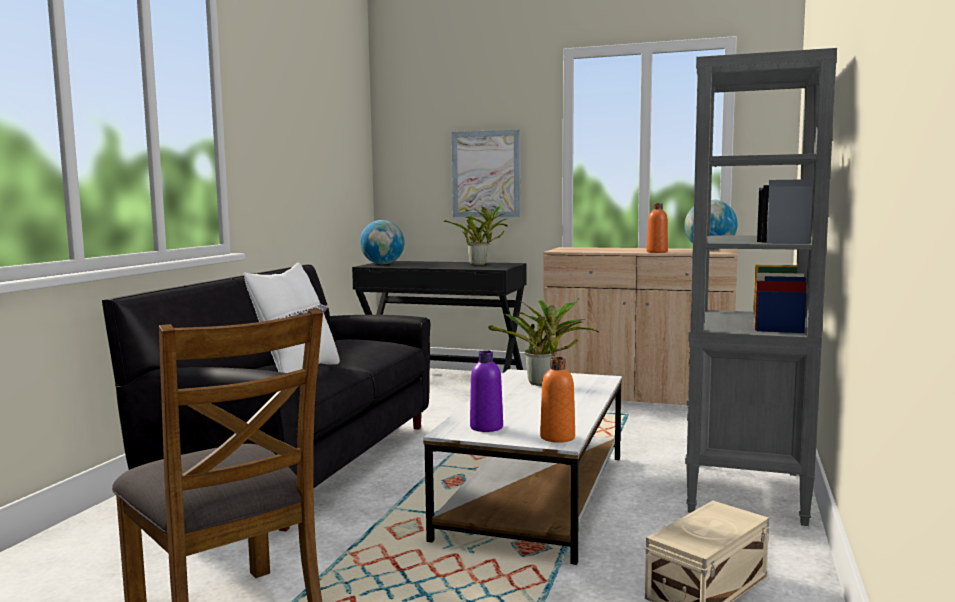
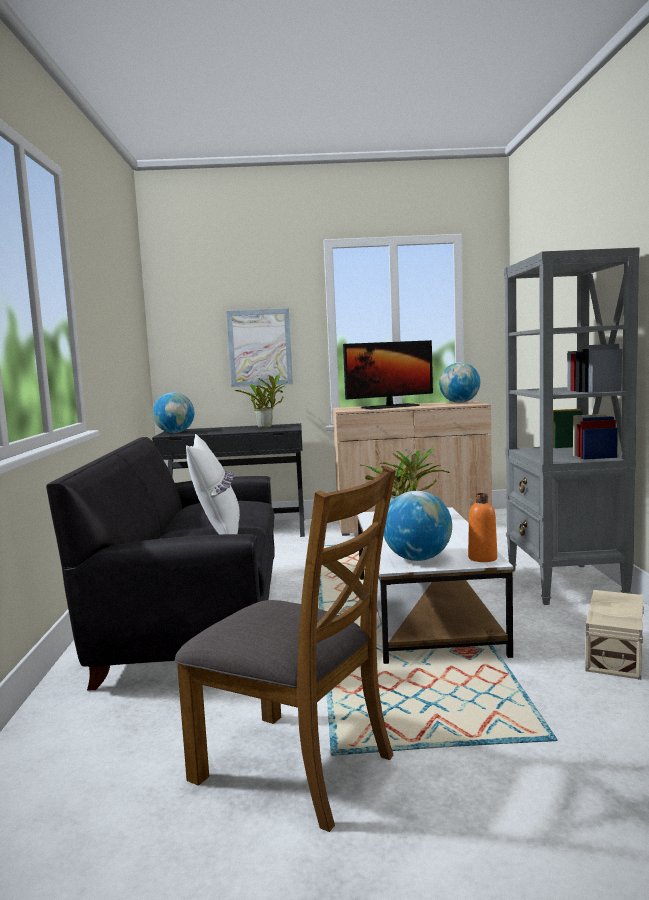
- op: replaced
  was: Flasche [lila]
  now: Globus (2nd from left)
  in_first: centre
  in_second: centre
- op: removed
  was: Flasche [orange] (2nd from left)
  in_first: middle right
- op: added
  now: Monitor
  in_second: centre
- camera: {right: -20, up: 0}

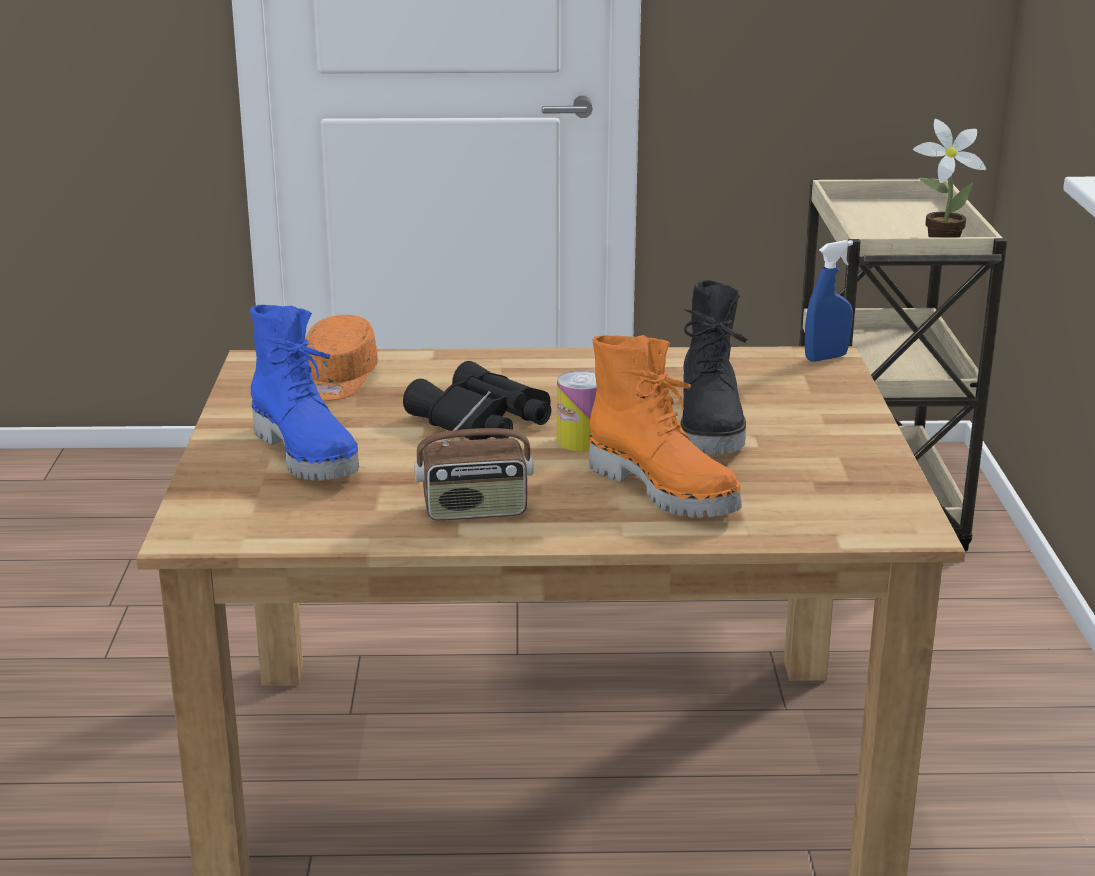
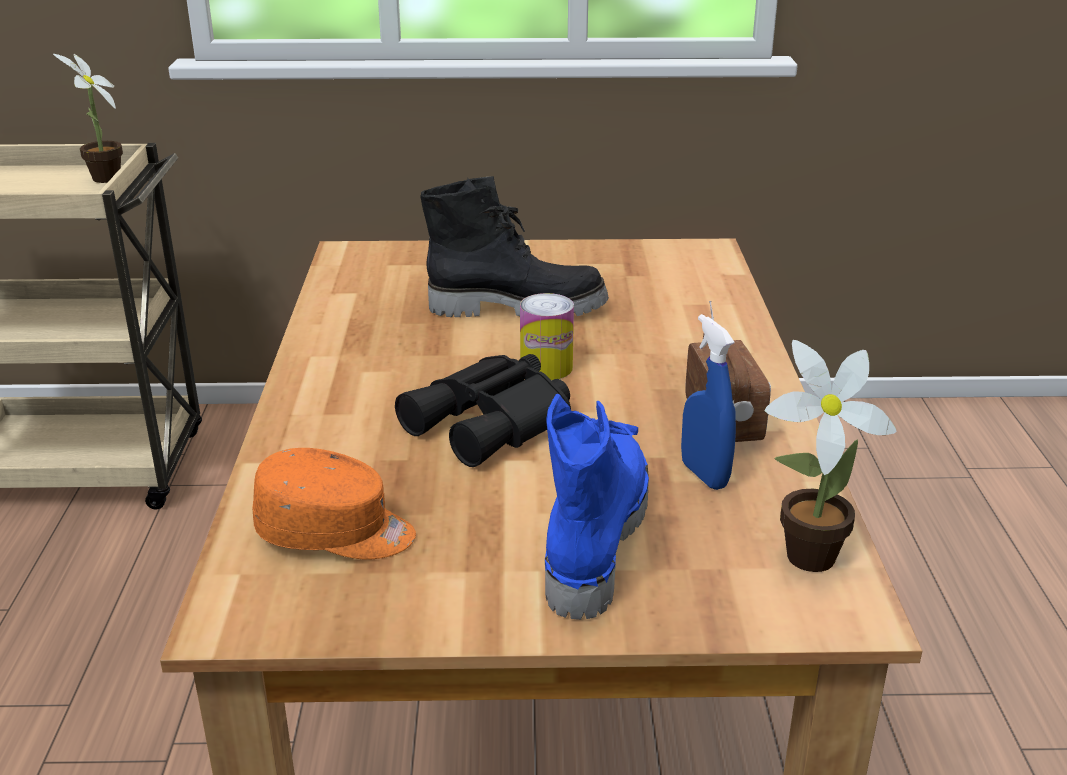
- op: turned
  was: Stiefel [blau]
  in_first: middle left
  in_second: centre
  clockwise: -45
- op: removed
  was: Stiefel [orange]
  in_first: centre
- op: moved
  was: Sprühflasche [blau]
  in_first: middle right
  in_second: centre
- op: added
  now: Topfpflanze (2nd from left)
  in_second: middle right
- camera: {right: -90, up: 5}

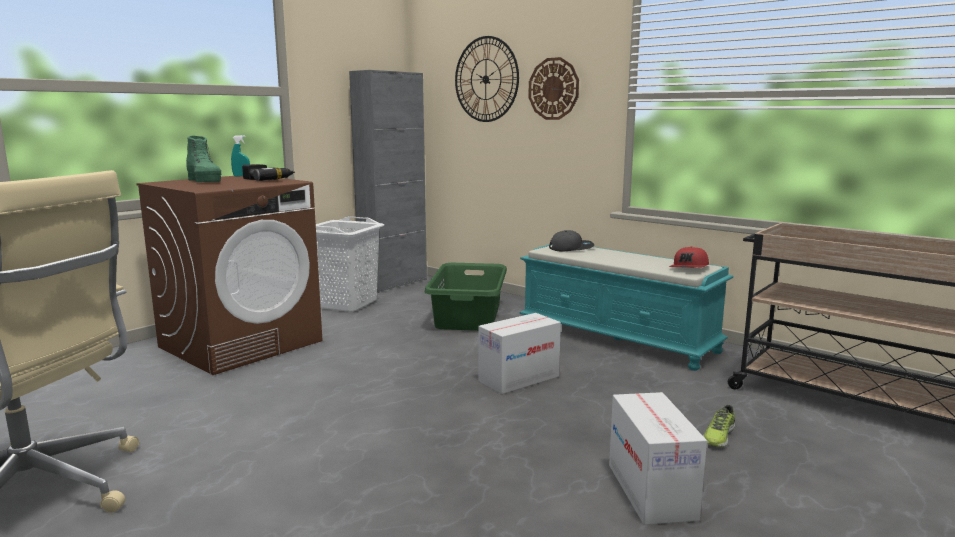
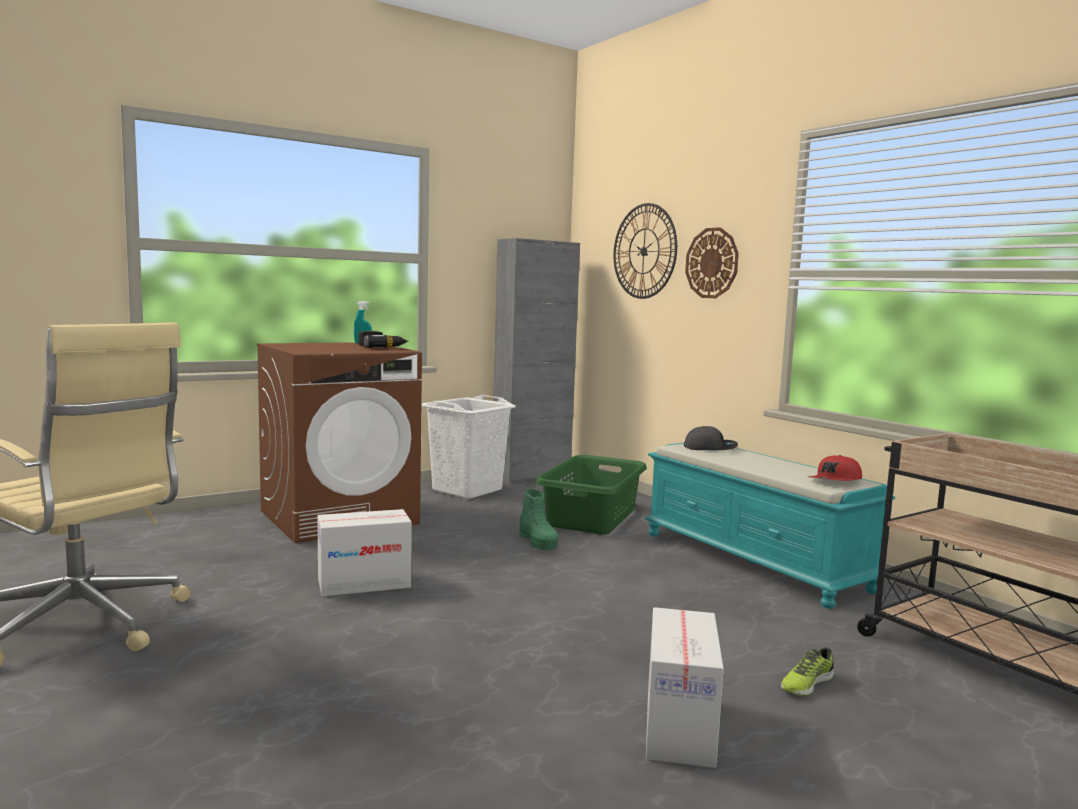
- op: moved
  was: Stiefel [grün]
  in_first: top left
  in_second: centre
- op: moved
  was: Karton (1st from left)
  in_first: centre
  in_second: bottom centre
- camera: {right: 15, up: -5}

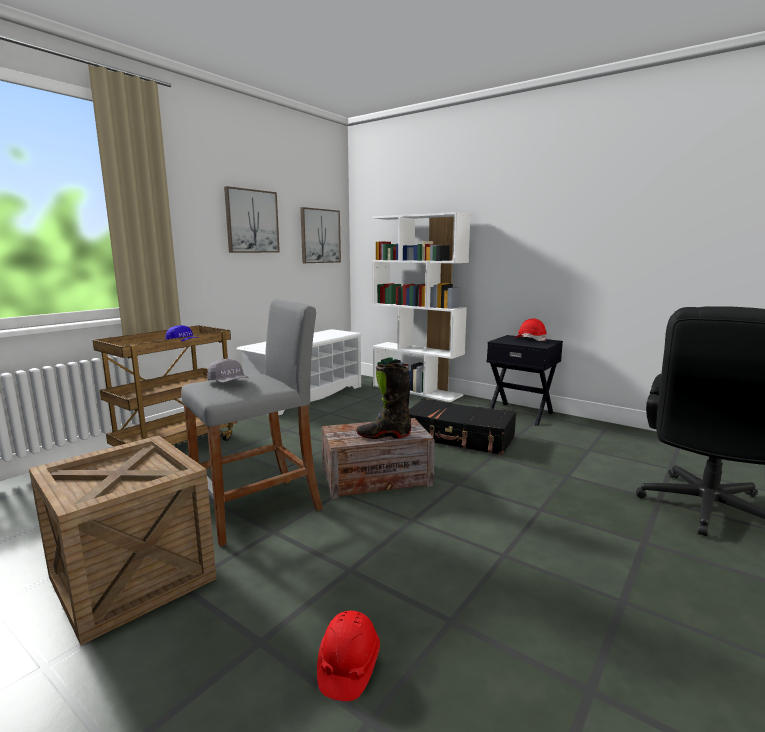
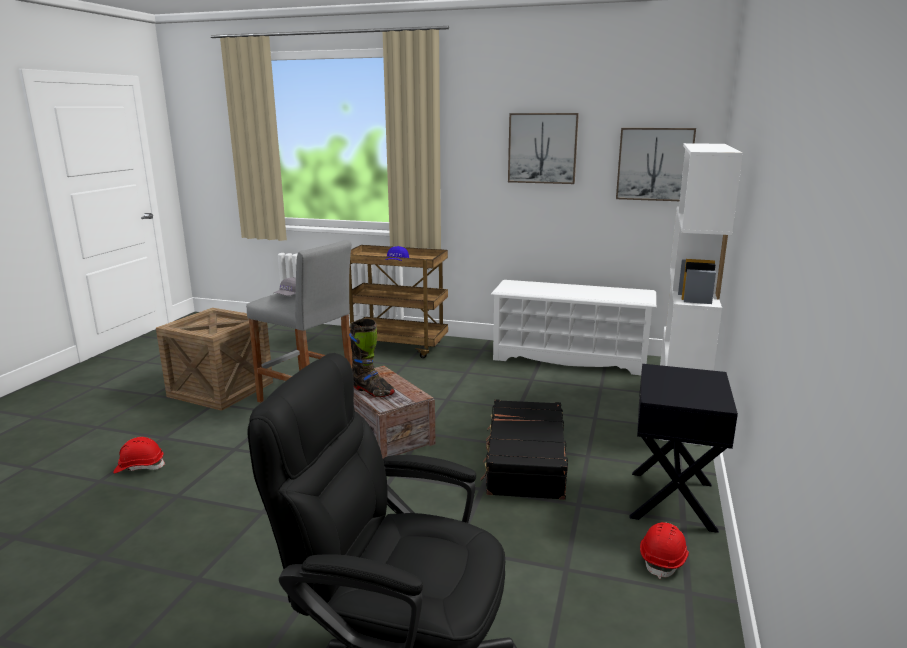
- op: turned
  was: Stiefel [schwarz]
  in_first: centre
  in_second: centre
  clockwise: 150
- op: moved
  was: Schutzhelm [rot] (2nd from left)
  in_first: middle right
  in_second: bottom right
- camera: {right: 70, up: 5}

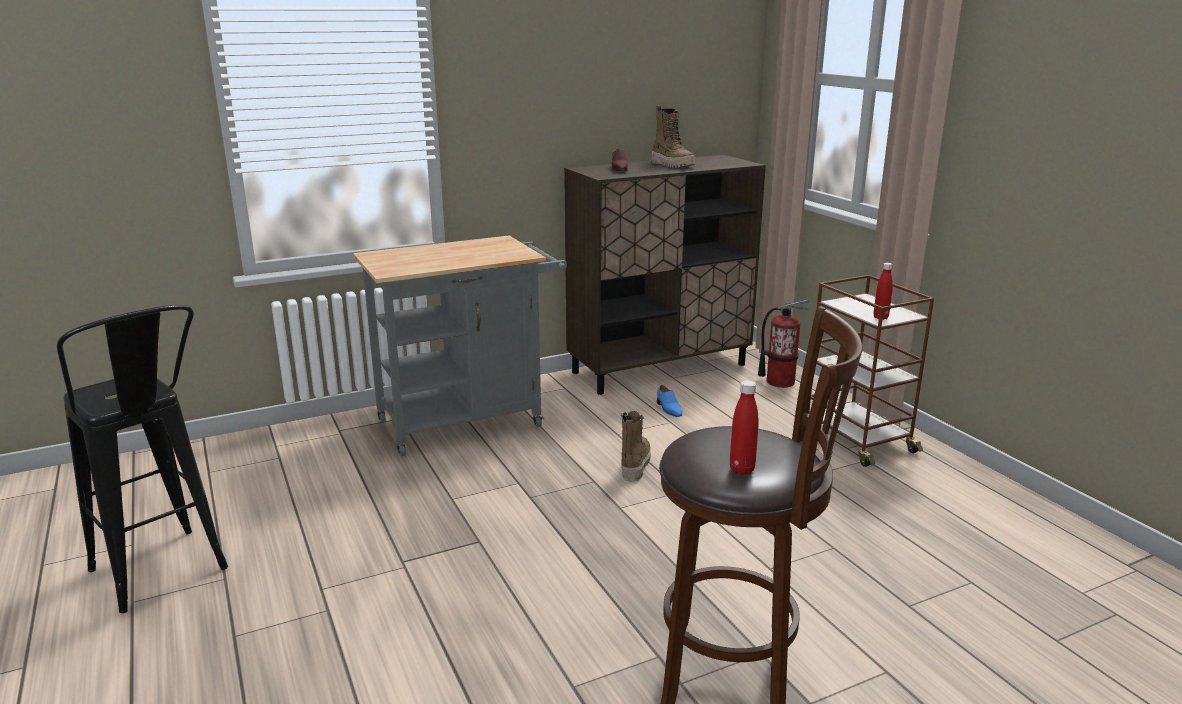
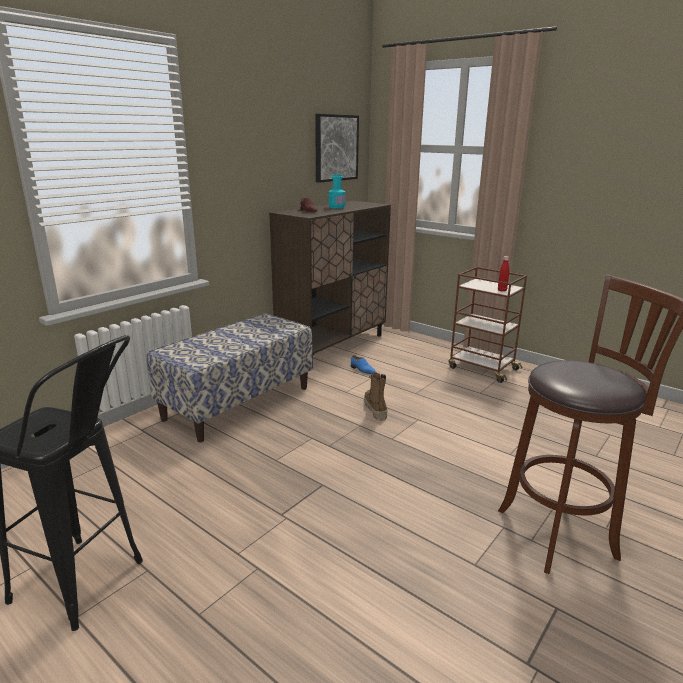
- op: replaced
  was: Rollwagen [grau]
  now: Bank
  in_first: centre
  in_second: centre
- op: replaced
  was: Stiefel (2nd from left)
  now: Flasche [türkis]
  in_first: top centre
  in_second: top centre
- op: removed
  was: Flasche [rot] (1st from left)
  in_first: centre
- op: removed
  was: Feuerlöscher
  in_first: centre
- op: added
  now: Bild
  in_second: top centre
- camera: {right: -25, up: 0}

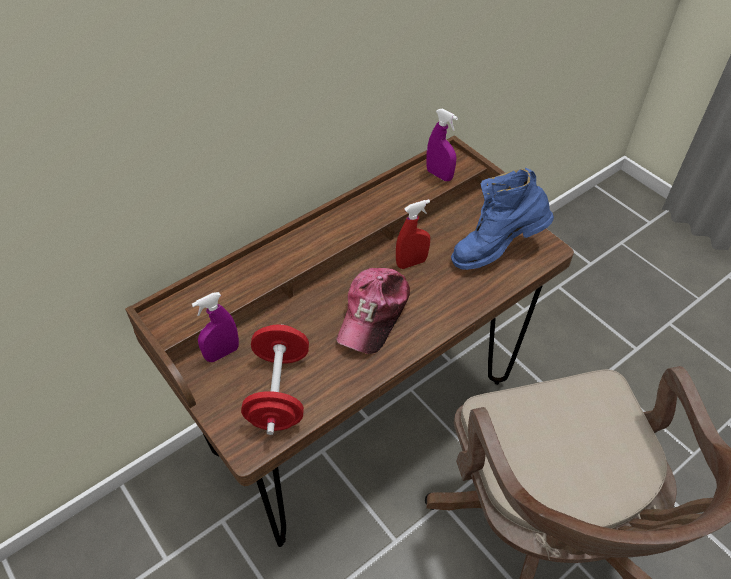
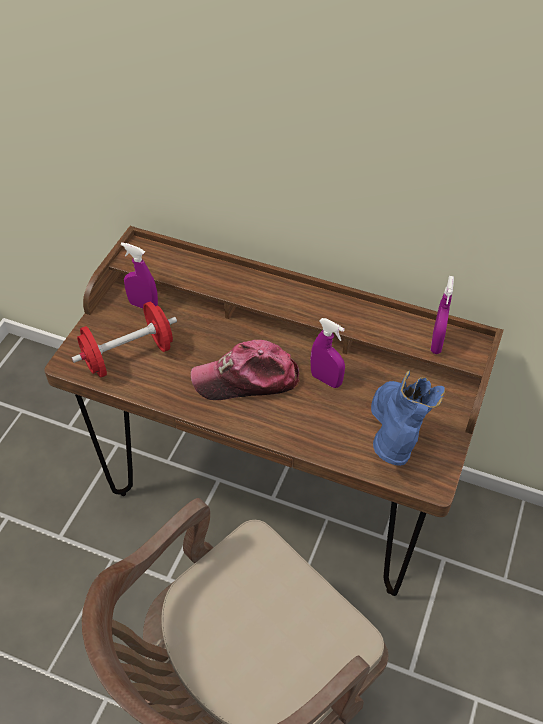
- op: recoloured
  was: Sprühflasche [rot]
  now: Sprühflasche [lila] (2nd from left)
  in_first: centre
  in_second: centre
- op: turned
  was: Stiefel [blau]
  in_first: middle right
  in_second: middle right
  clockwise: 60
- camera: {right: 60, up: 0}

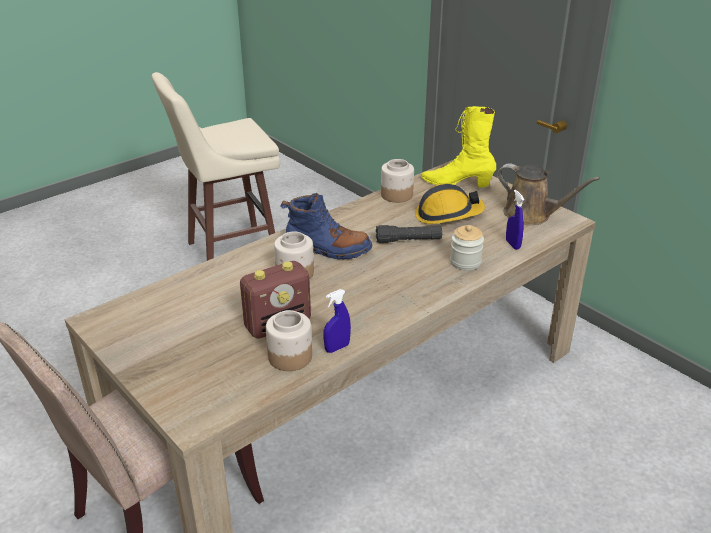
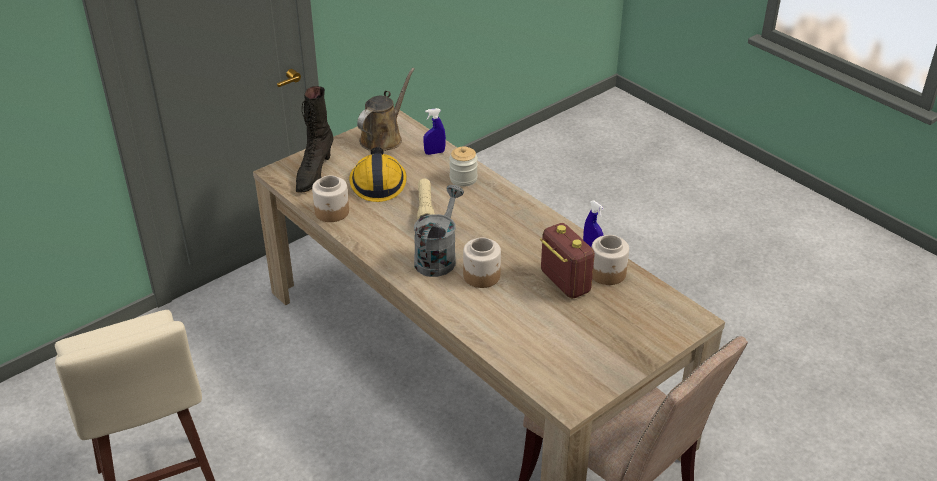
- op: replaced
  was: Stiefel [blau]
  now: Gießkanne [grau]
  in_first: centre
  in_second: centre
- op: recoloured
  was: Taschenlampe [schwarz]
  now: Taschenlampe [beige]
  in_first: centre
  in_second: centre
- op: recoloured
  was: Stiefel [gelb]
  now: Stiefel [schwarz]
  in_first: top centre
  in_second: top centre
- camera: {right: -90, up: 5}

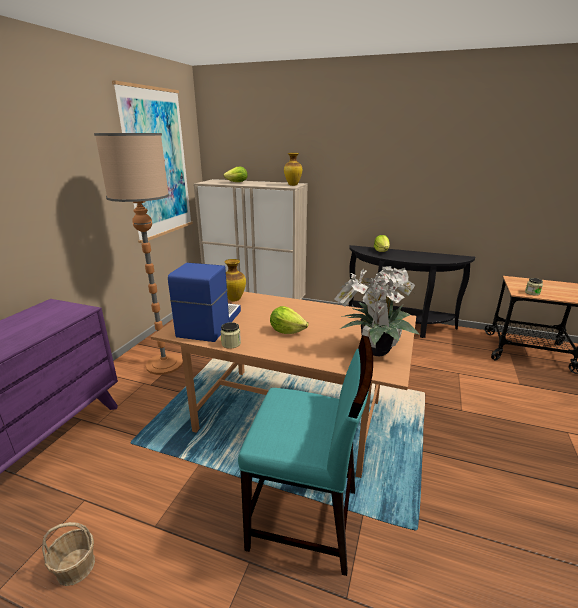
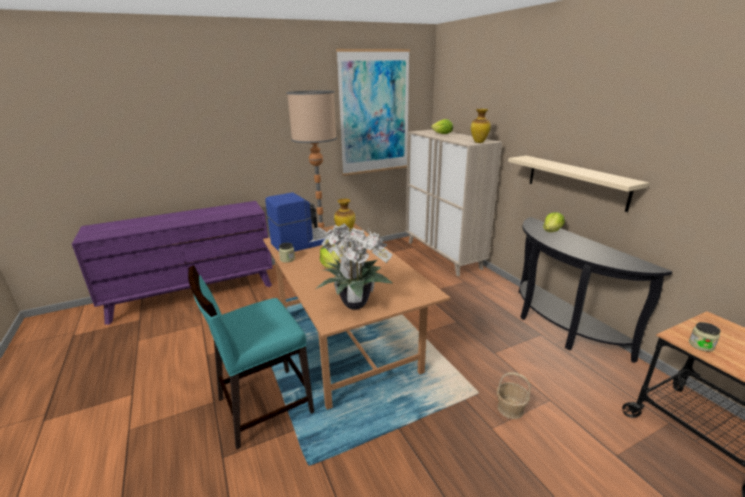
- op: moved
  was: Korb
  in_first: bottom left
  in_second: bottom right
- op: turned
  was: Stuhl [türkis]
  in_first: bottom centre
  in_second: bottom centre
  clockwise: 90
- op: added
  now: Wandregal [beige]
  in_second: middle right
- camera: {right: 45, up: 0}

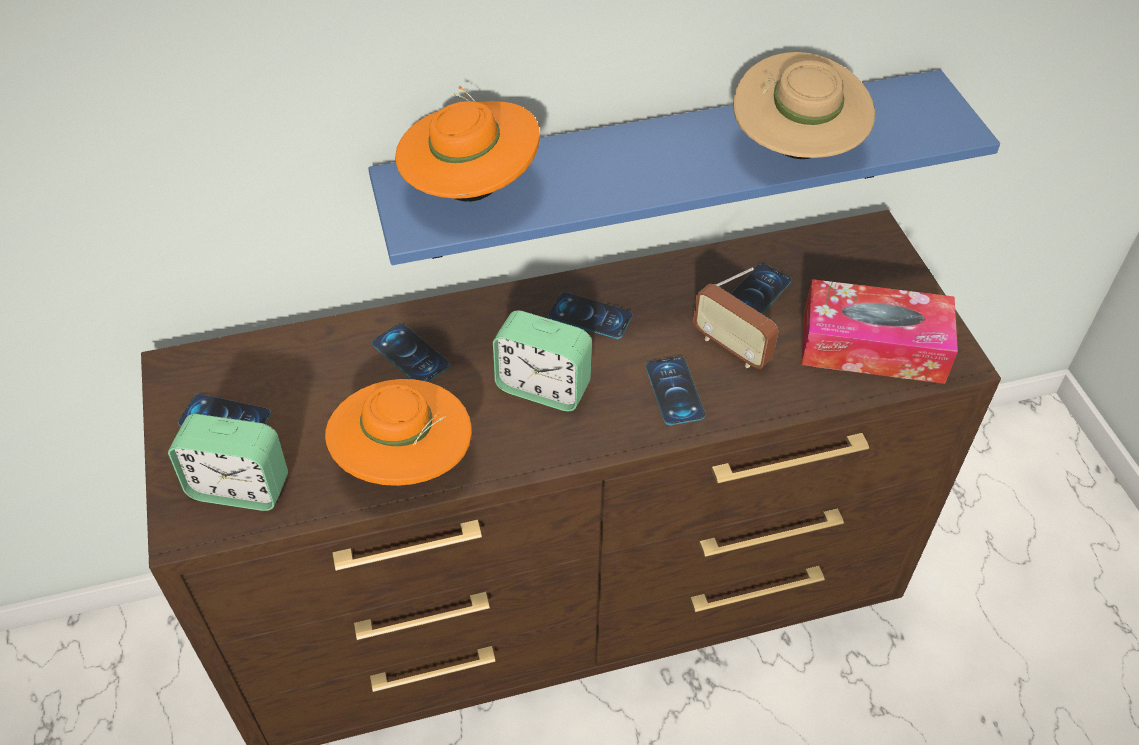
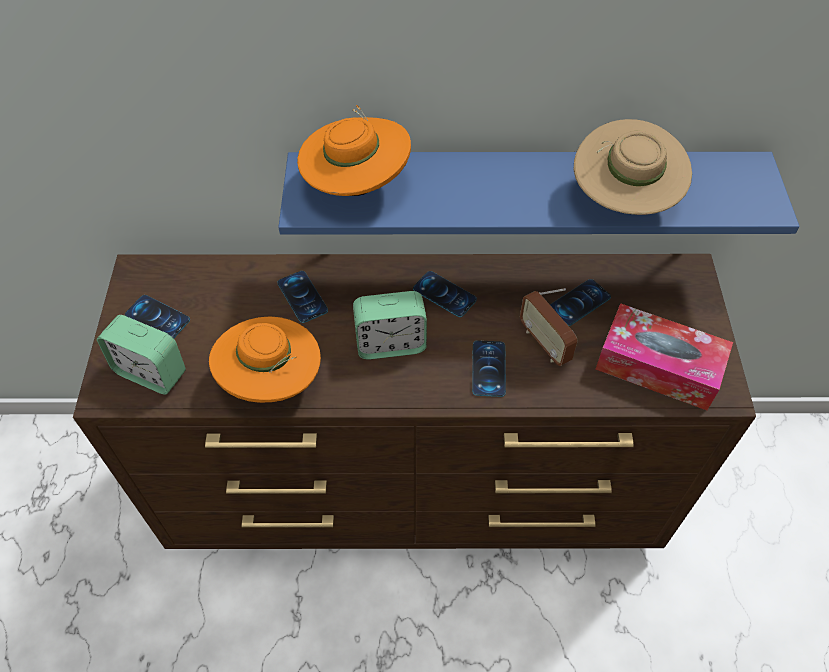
- op: turned
  was: Wecker (2nd from left)
  in_first: centre
  in_second: centre
  clockwise: -45
- camera: {right: 15, up: 5}

